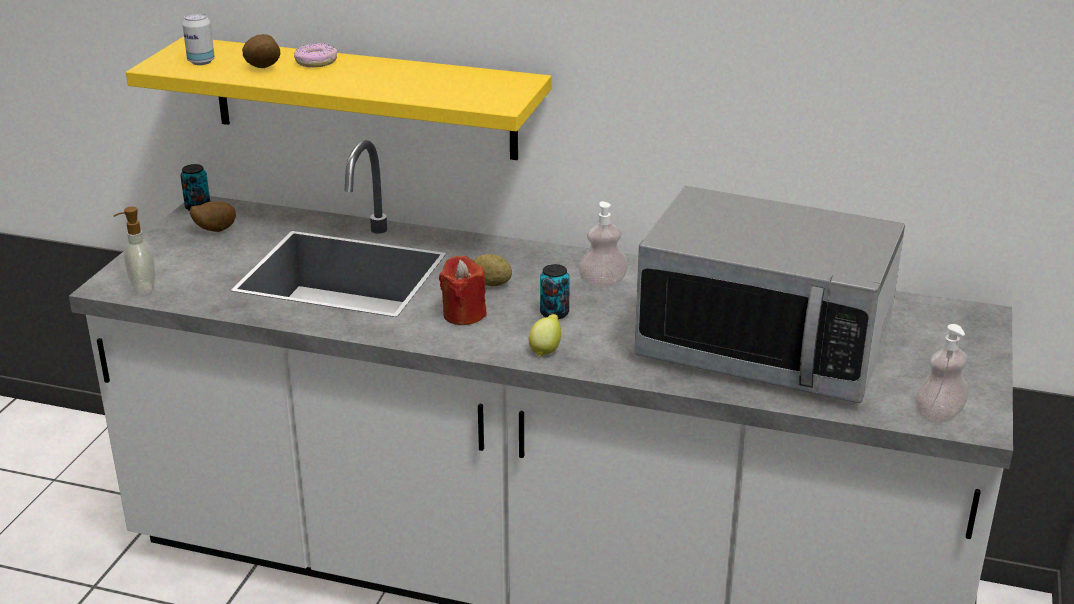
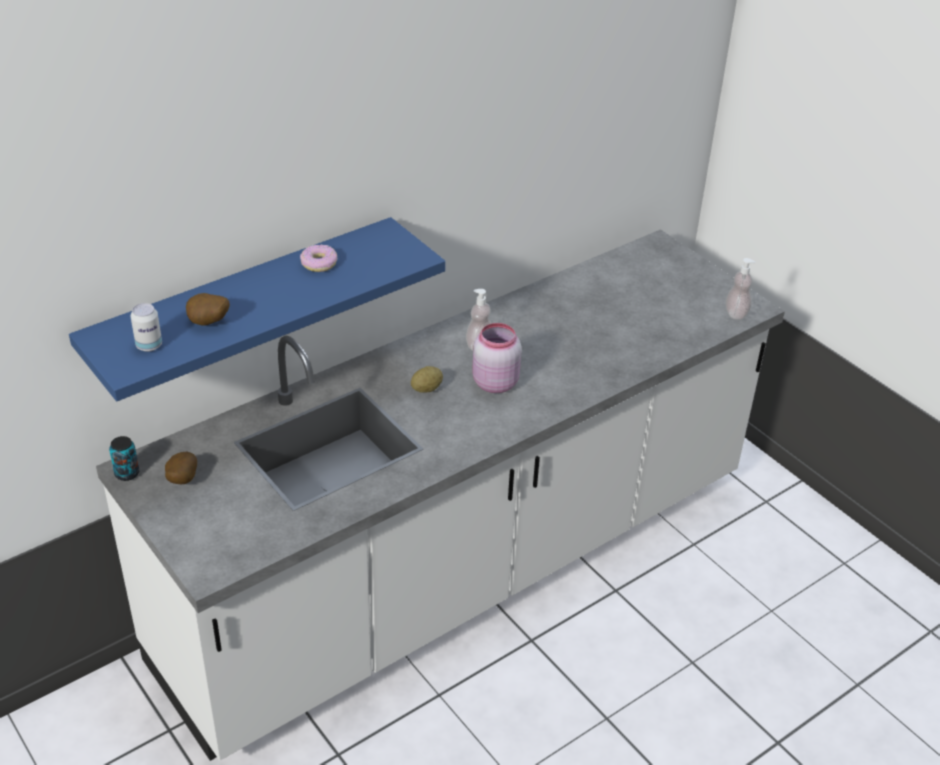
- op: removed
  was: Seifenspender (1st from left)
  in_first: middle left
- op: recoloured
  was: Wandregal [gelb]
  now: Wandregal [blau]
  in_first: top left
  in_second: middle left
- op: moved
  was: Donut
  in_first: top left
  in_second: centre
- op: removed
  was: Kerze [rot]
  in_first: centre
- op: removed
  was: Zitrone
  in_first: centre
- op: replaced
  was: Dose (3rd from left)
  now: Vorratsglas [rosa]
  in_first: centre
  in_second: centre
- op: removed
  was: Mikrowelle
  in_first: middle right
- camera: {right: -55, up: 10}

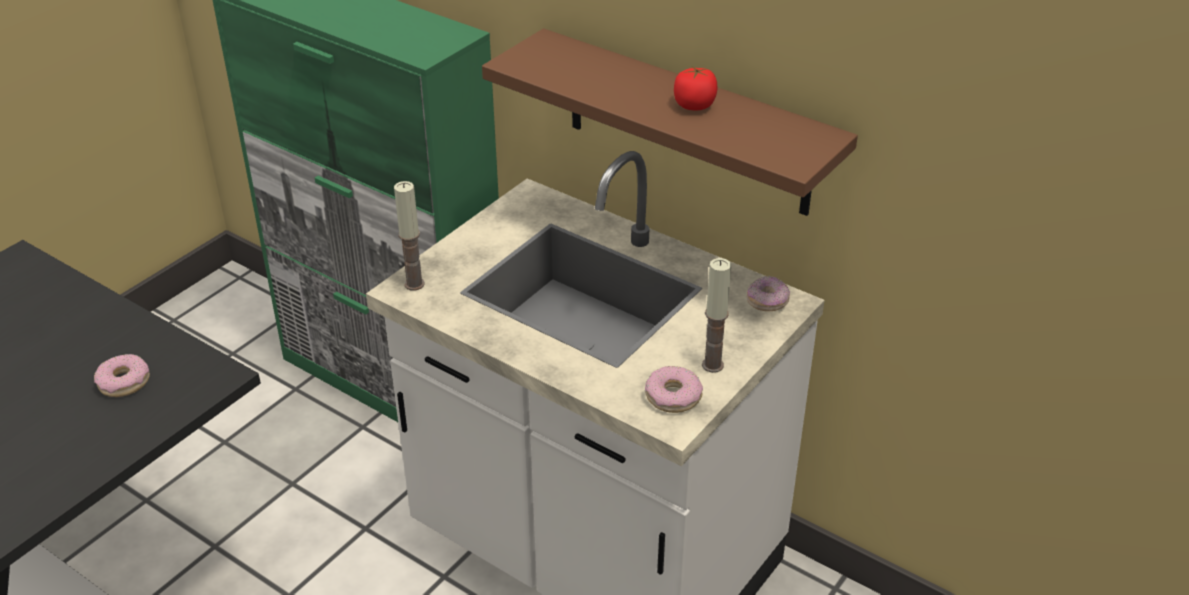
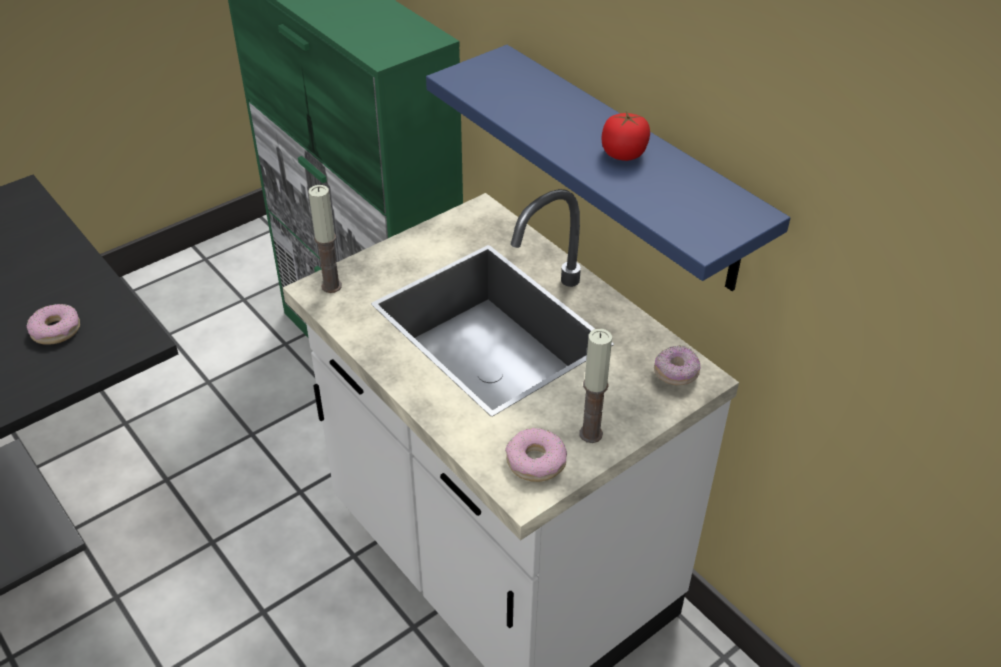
- op: recoloured
  was: Wandregal [braun]
  now: Wandregal [blau]
  in_first: top centre
  in_second: top centre
- camera: {right: 15, up: 5}

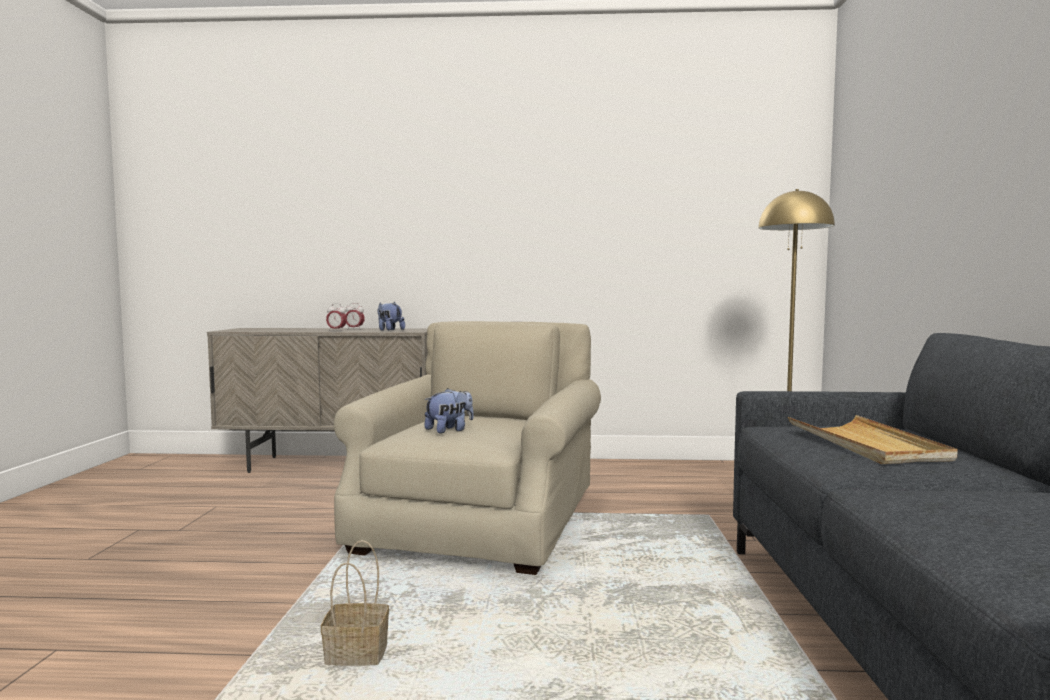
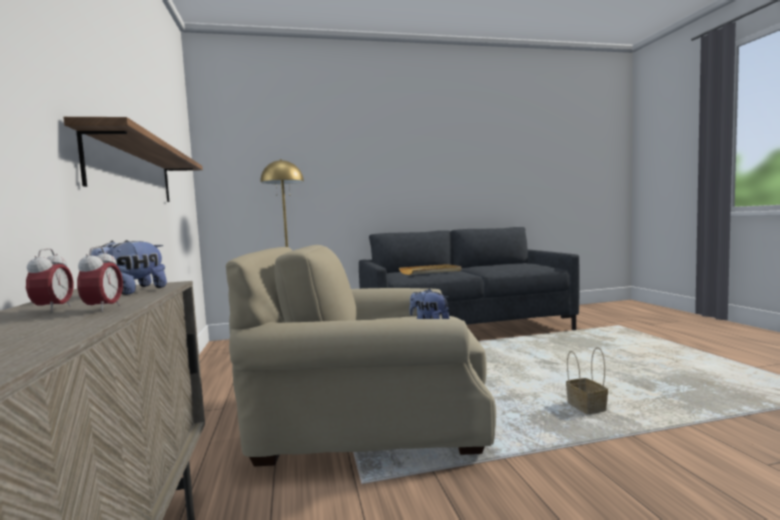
- op: added
  now: Wandregal
  in_second: top left
- camera: {right: -105, up: 0}

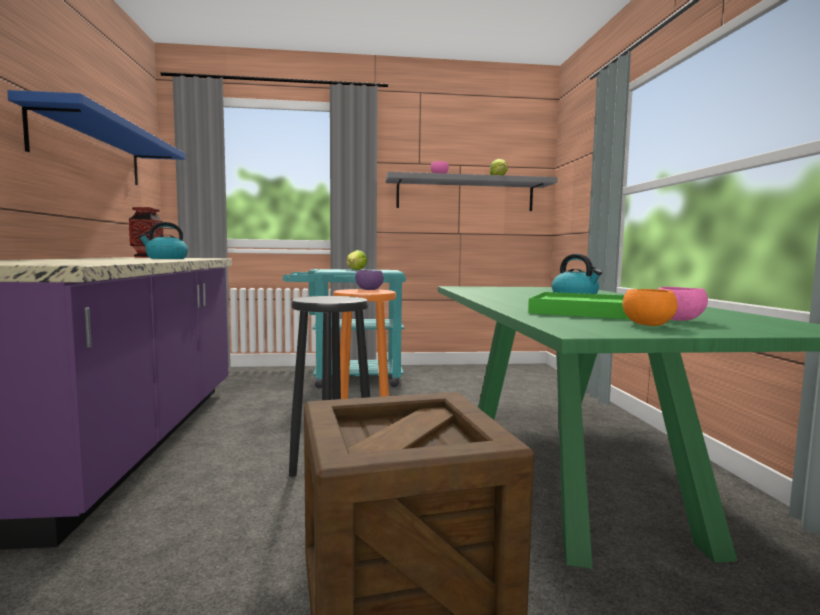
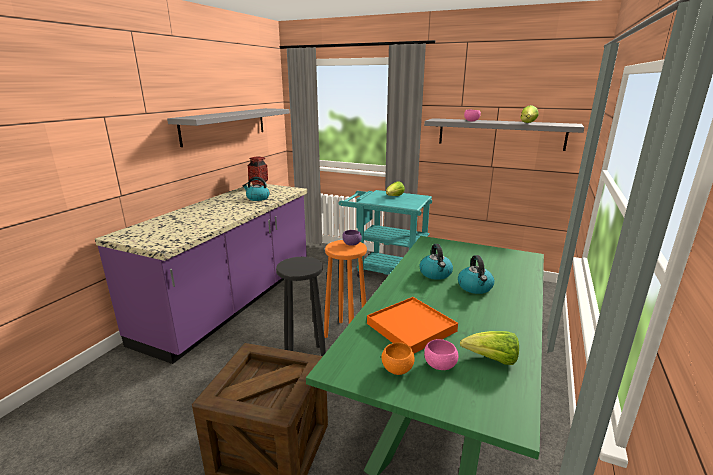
- op: recoloured
  was: Wandregal [blau]
  now: Wandregal [grau] (1st from left)
  in_first: top left
  in_second: top left
- op: recoloured
  was: Tablett [grün]
  now: Tablett [orange]
  in_first: middle right
  in_second: bottom centre
- op: added
  now: Wasserkessel (2nd from left)
  in_second: centre
- op: added
  now: Salatkopf (2nd from left)
  in_second: bottom right
- camera: {right: 30, up: 15}

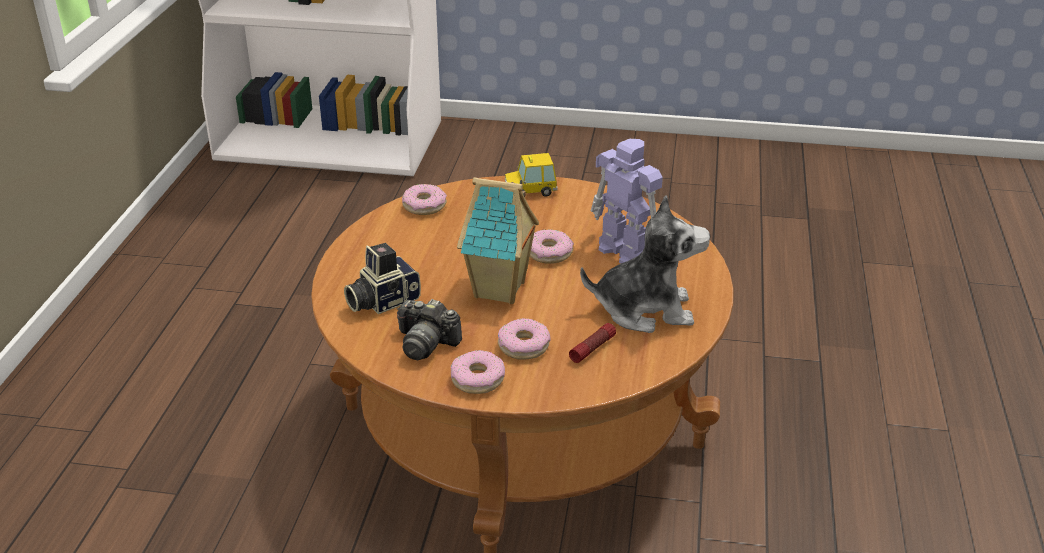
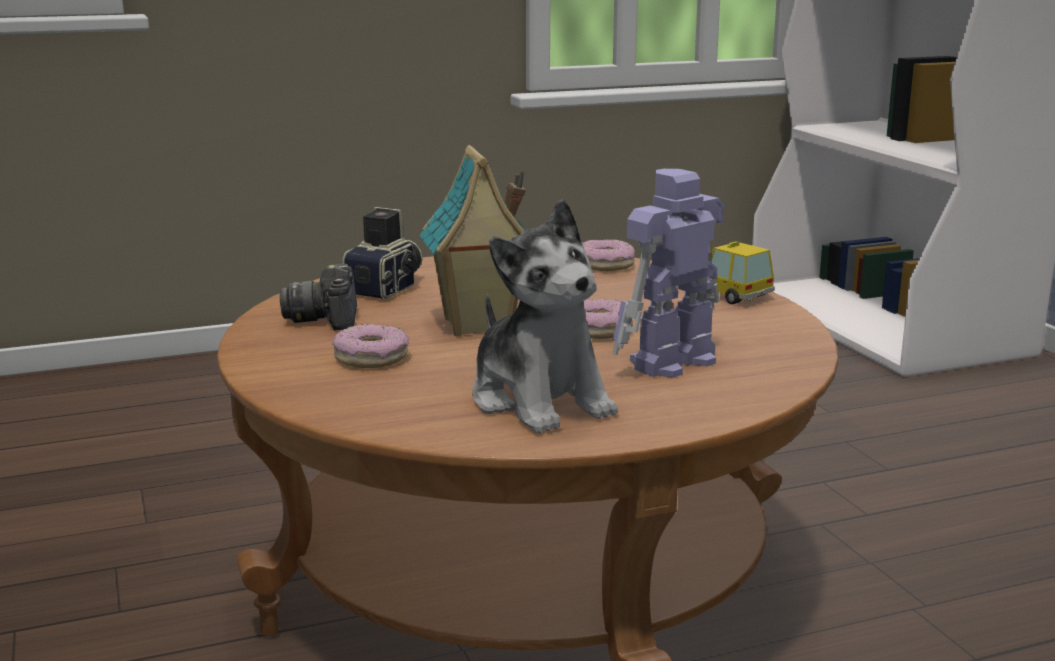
- op: turned
  was: Kamera (1st from left in the first image)
  in_first: centre
  in_second: centre
  clockwise: 90
- op: removed
  was: Donut (2nd from left)
  in_first: bottom centre
- op: removed
  was: Taschenlampe
  in_first: centre
- op: turned
  was: Spielzeugroboter
  in_first: centre
  in_second: centre
  clockwise: -150
- camera: {right: 60, up: -15}

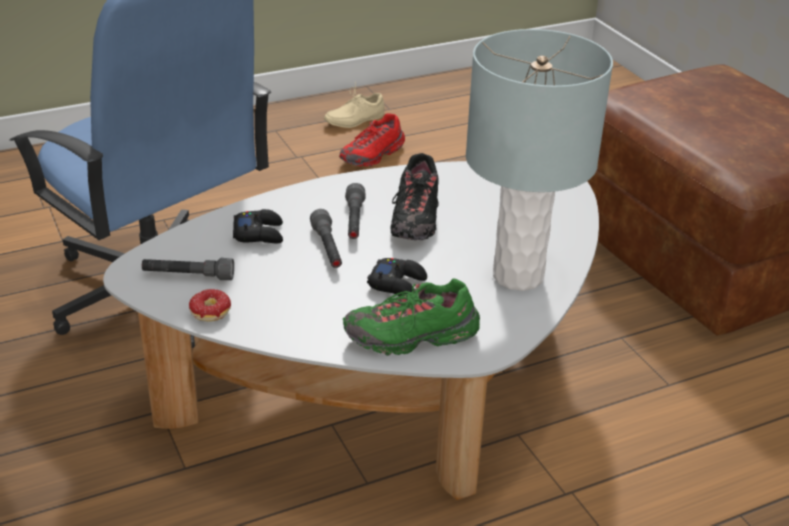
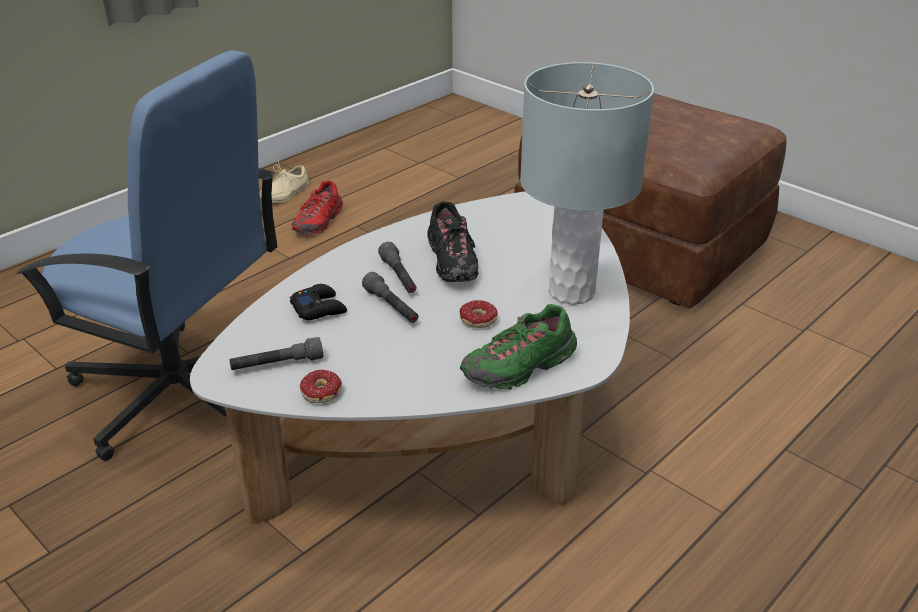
- op: replaced
  was: Gamepad [schwarz] (2nd from left)
  now: Donut (2nd from left)
  in_first: centre
  in_second: centre
- camera: {right: -20, up: 0}

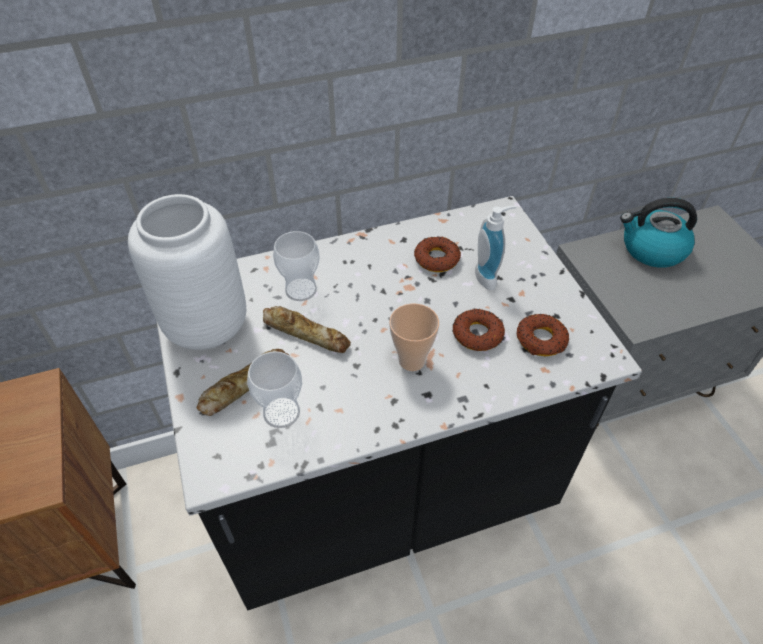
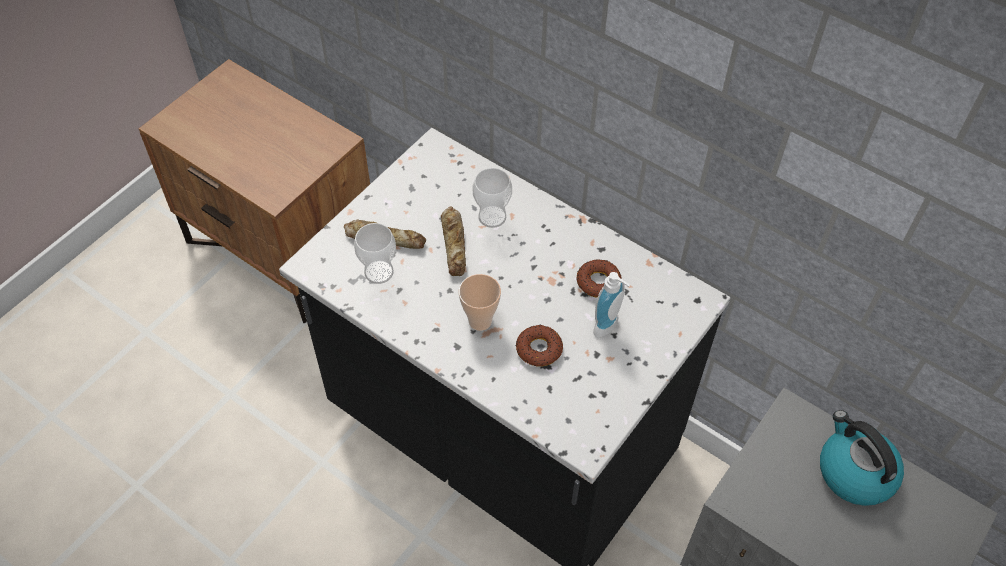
- op: removed
  was: Vase [weiß]
  in_first: middle left
- op: removed
  was: Donut (3rd from left)
  in_first: middle right
- camera: {right: 55, up: 5}

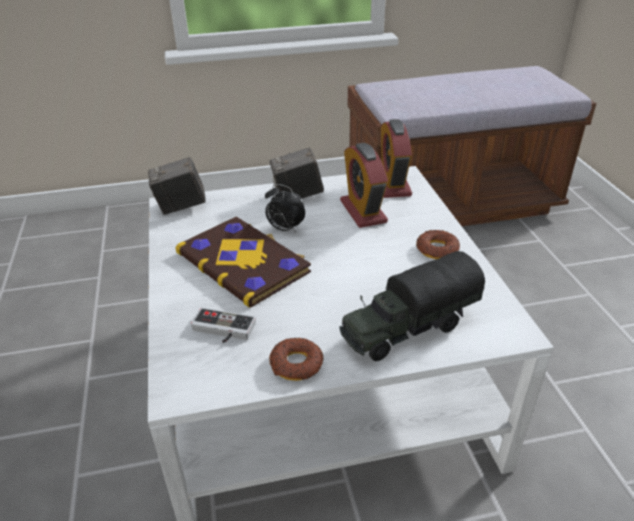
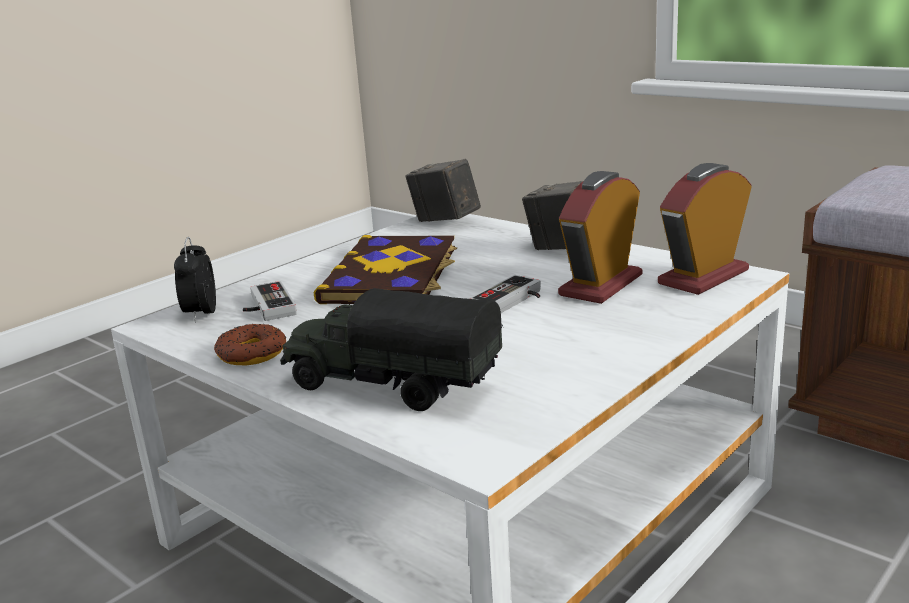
- op: moved
  was: Wecker (1st from left)
  in_first: centre
  in_second: middle left
- op: removed
  was: Donut (2nd from left)
  in_first: middle right
- op: added
  now: Gamepad (2nd from left)
  in_second: centre
- camera: {right: 55, up: -15}

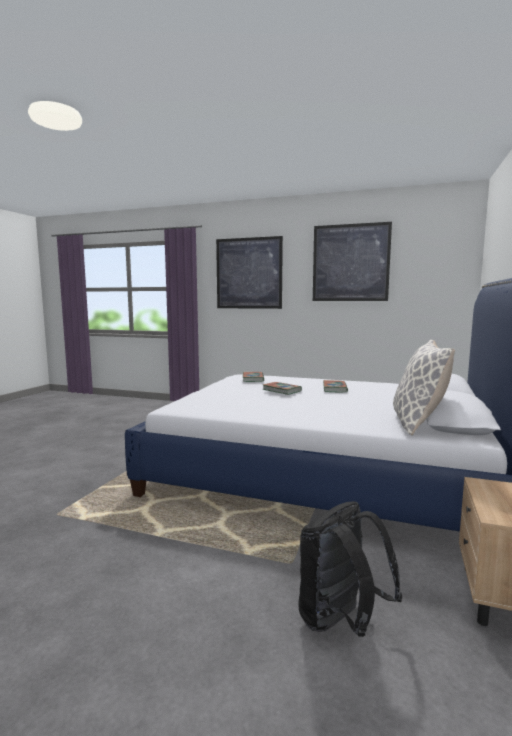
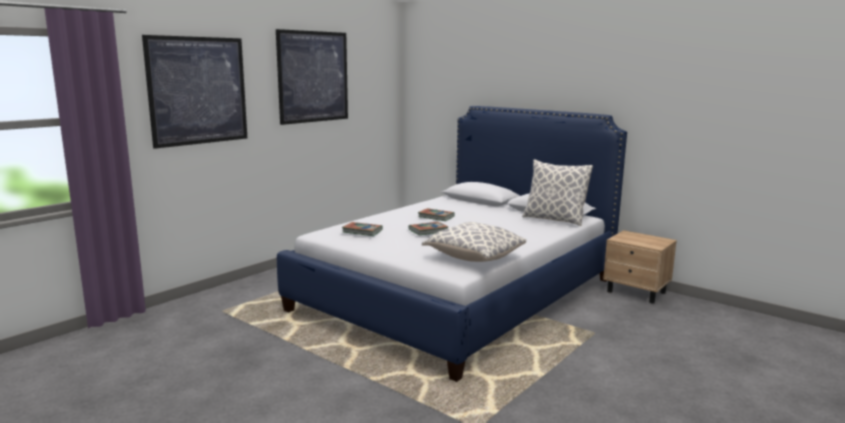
- op: removed
  was: Rucksack [schwarz]
  in_first: bottom right
- op: added
  now: Kissen (1st from left)
  in_second: centre
- camera: {right: -70, up: 5}

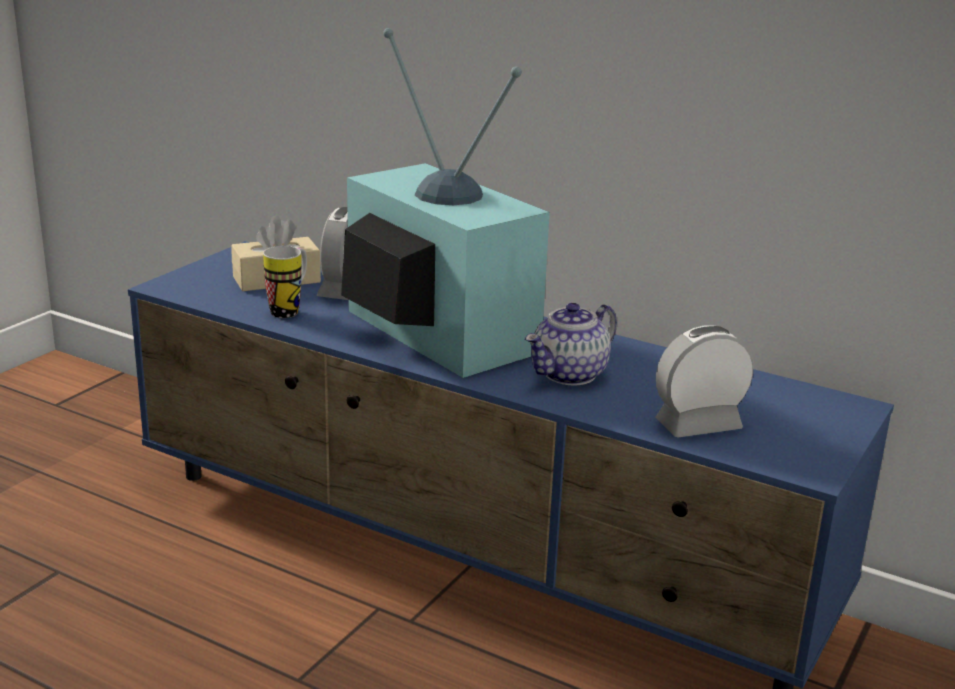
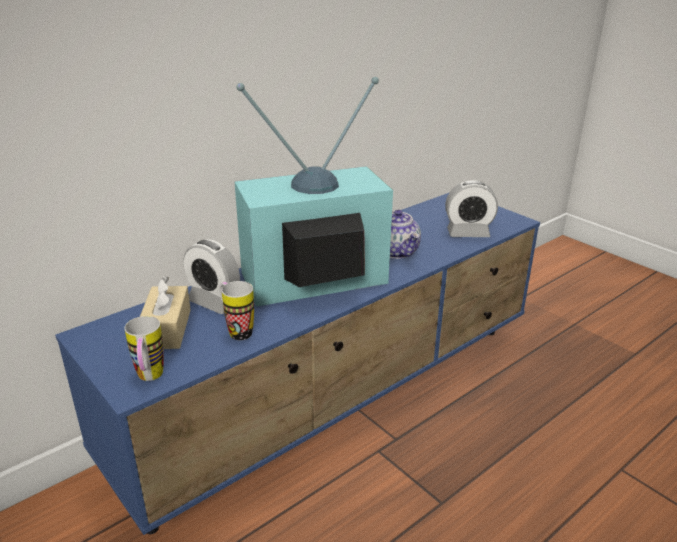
- op: turned
  was: Wecker (2nd from left)
  in_first: middle right
  in_second: middle right
  clockwise: -90
- op: added
  now: Henkelbecher (1st from left)
  in_second: middle left
- camera: {right: -70, up: 5}

